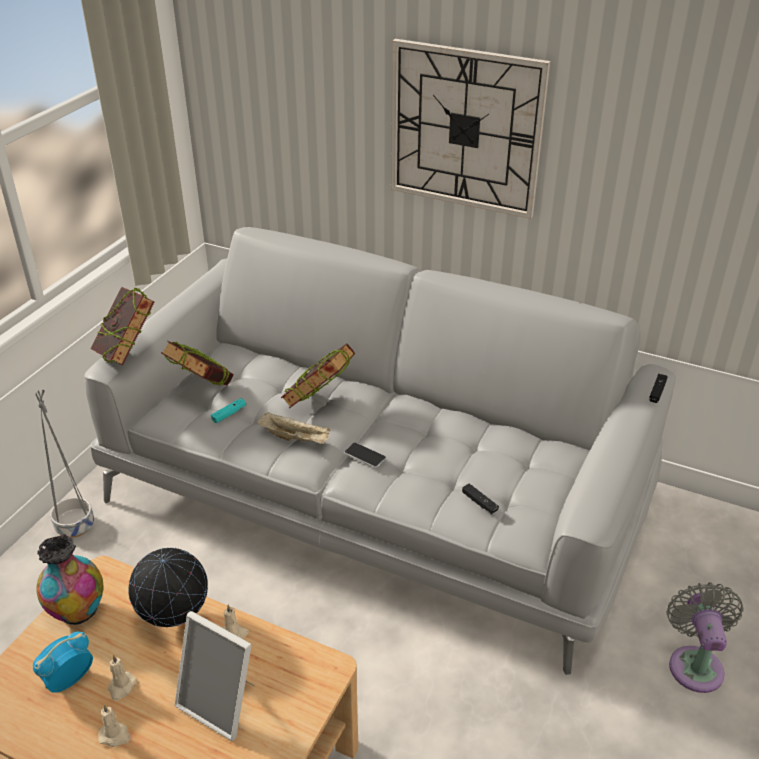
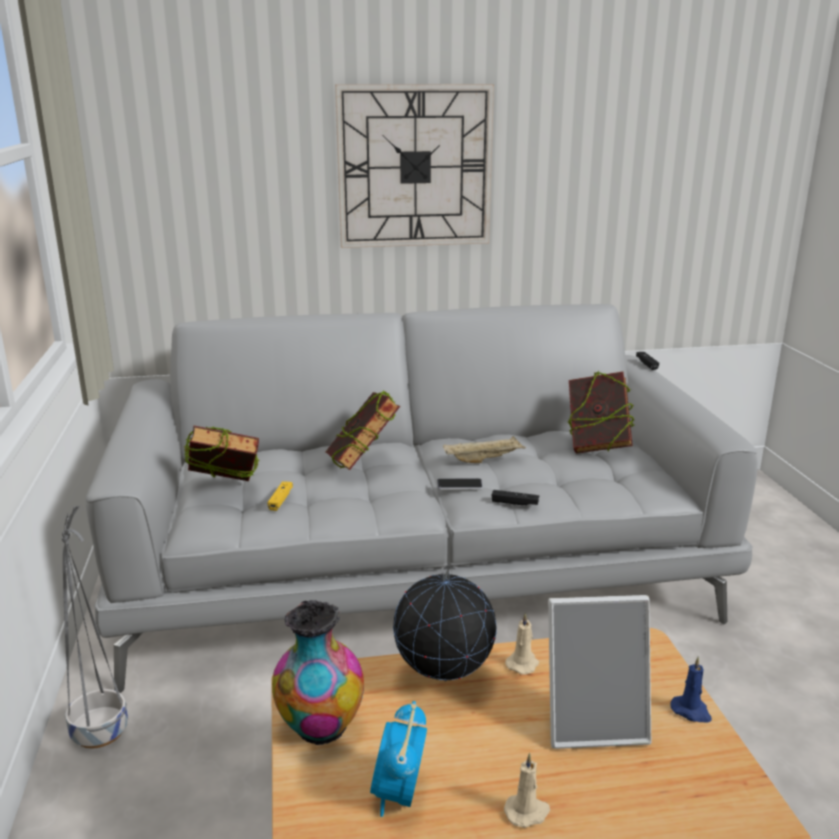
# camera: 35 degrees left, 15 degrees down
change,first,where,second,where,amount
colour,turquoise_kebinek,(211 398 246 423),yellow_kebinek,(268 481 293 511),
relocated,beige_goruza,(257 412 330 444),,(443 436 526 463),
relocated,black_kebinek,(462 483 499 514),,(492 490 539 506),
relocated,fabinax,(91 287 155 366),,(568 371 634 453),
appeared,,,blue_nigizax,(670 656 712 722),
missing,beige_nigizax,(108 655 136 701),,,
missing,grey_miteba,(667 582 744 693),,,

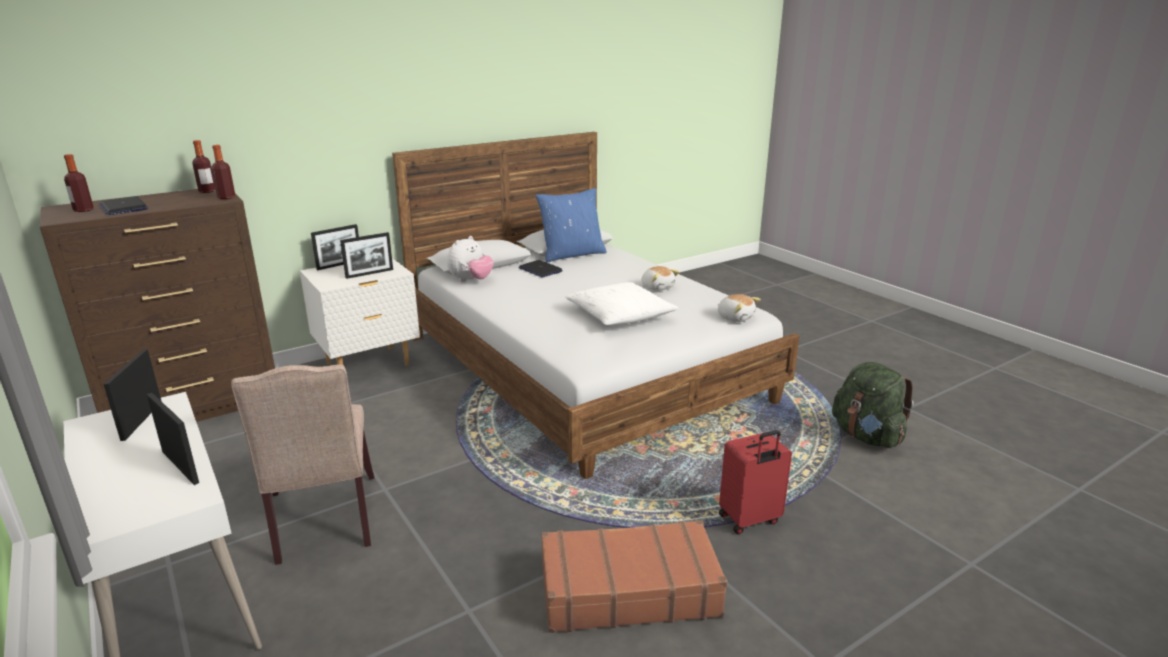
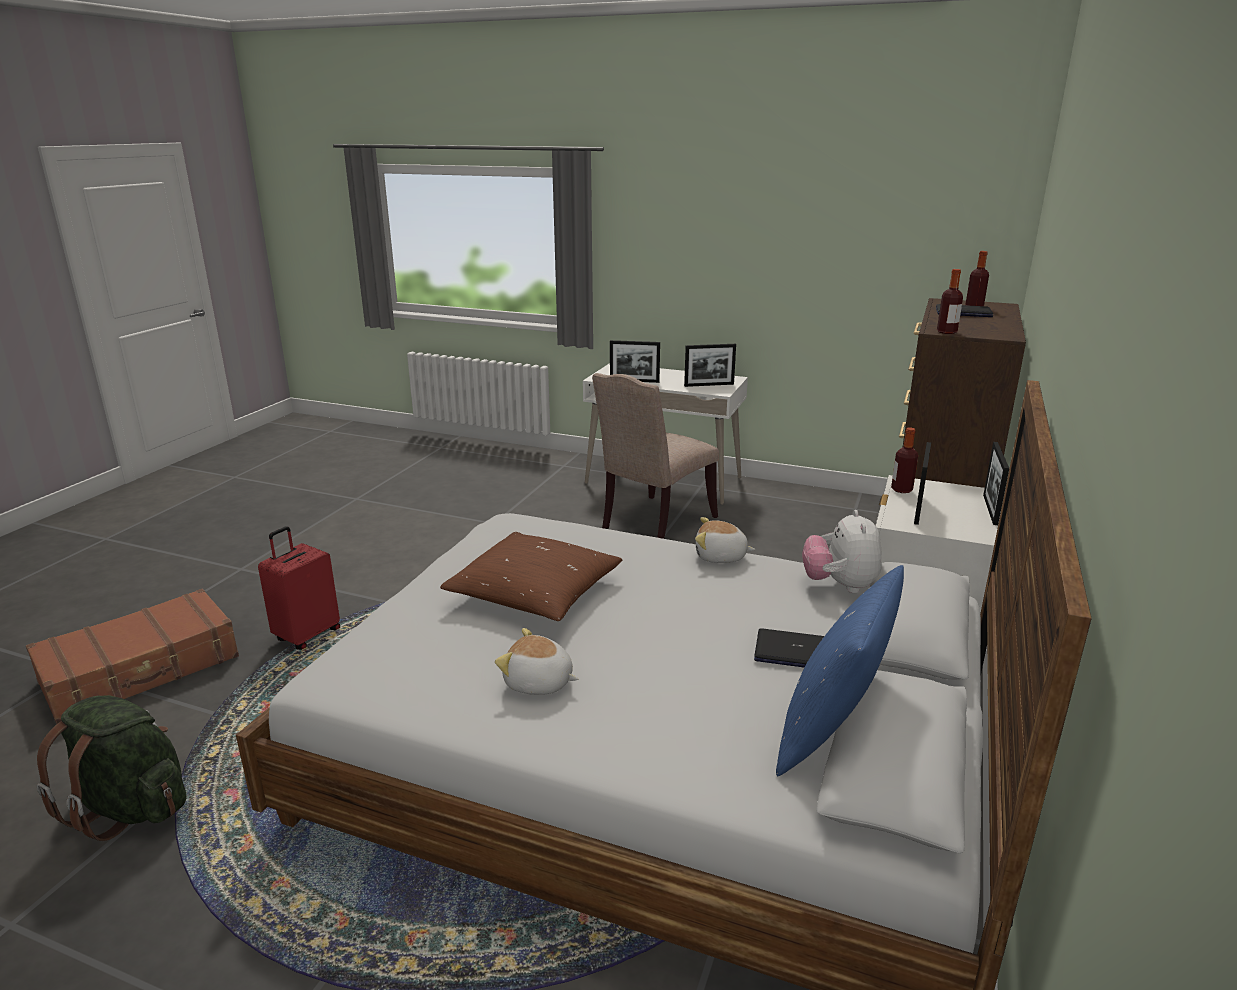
# camera: 145 degrees right, 0 degrees up
change,first,where,second,where,amount
relocated,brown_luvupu,(542 520 727 633),,(26 589 239 724),
colour,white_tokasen,(565 282 679 326),brown_tokasen,(440 532 622 621),
spun,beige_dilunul,(231 364 374 565),,(592 373 719 539),90 degrees counterclockwise
spun,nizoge,(103 349 161 441),,(684 344 736 387),120 degrees clockwise
relocated,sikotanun,(717 294 761 322),,(695 517 755 563),
relocated,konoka,(192 140 215 193),,(891 428 918 493),

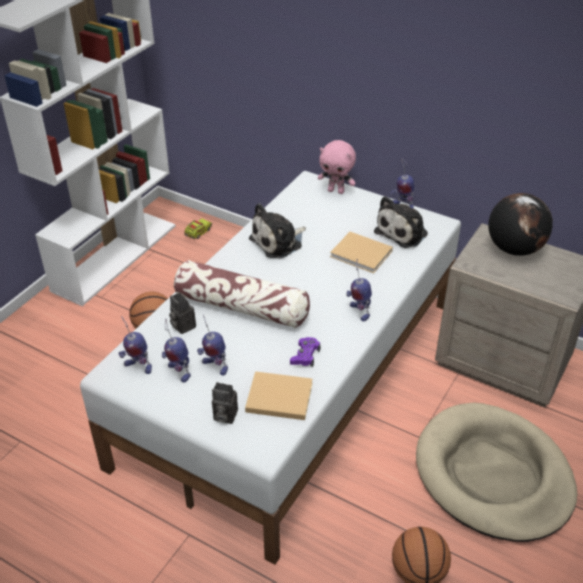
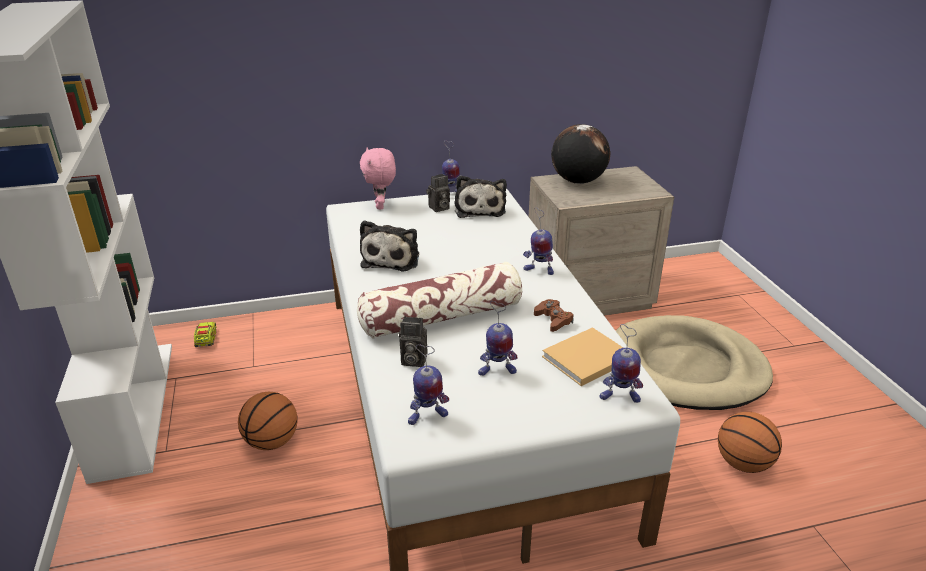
# camera: 45 degrees left, 10 degrees down
change,first,where,second,where,amount
spun,pink_sikotanun,(318 140 356 194),,(360 147 396 210),105 degrees clockwise
relocated,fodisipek,(212 382 238 424),,(426 174 450 212),
colour,purple_kebinek,(290 337 320 368),brown_kebinek,(534 299 574 332),
relocated,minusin,(162 318 191 382),,(599 324 643 403),
missing,beige_fabinax,(330 232 393 273),,,

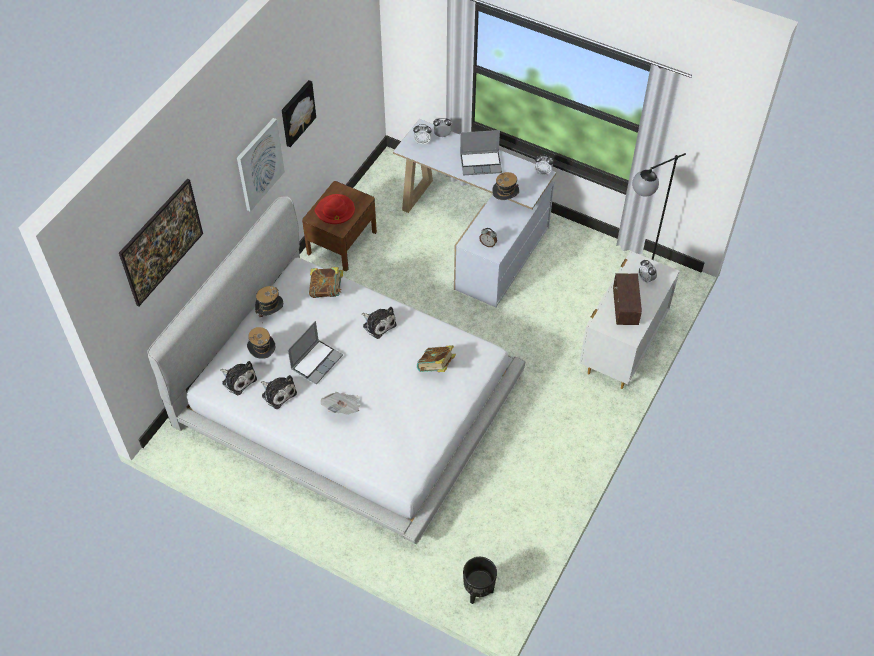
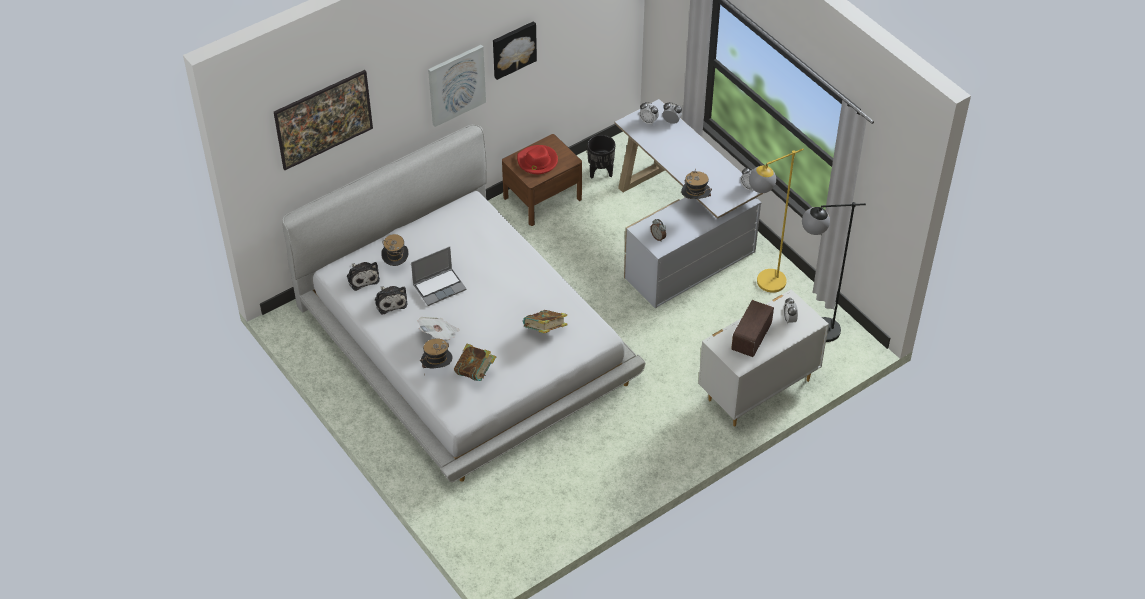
# camera: 25 degrees right, 5 degrees down
change,first,where,second,where,amount
relocated,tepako,(255 286 283 324),,(420 338 452 368),
relocated,fabinax,(309 267 344 298),,(454 344 496 381),
relocated,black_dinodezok,(463 557 497 604),,(587 135 615 178),
appeared,,,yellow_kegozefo,(749 149 804 293),
missing,sikotanun,(362 307 397 339),,,
missing,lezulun,(460 130 502 175),,,

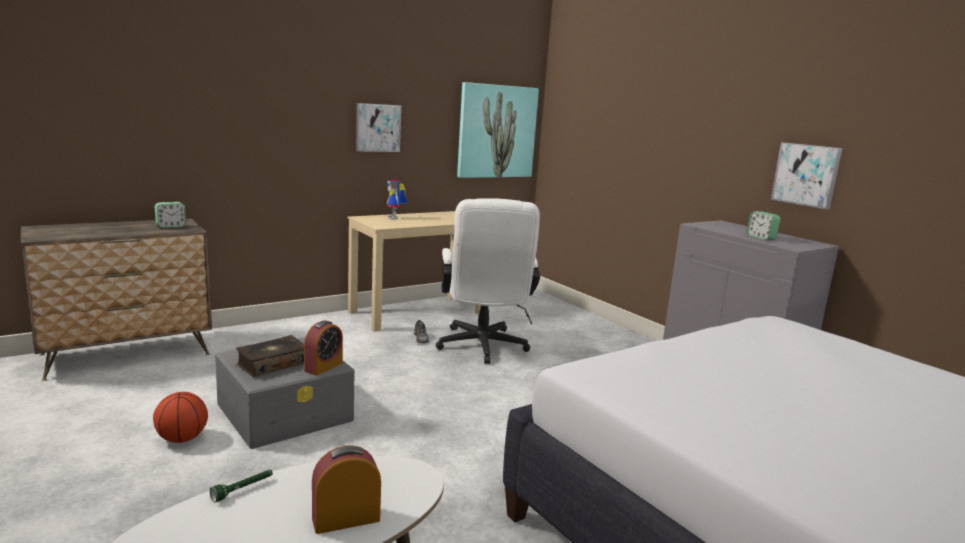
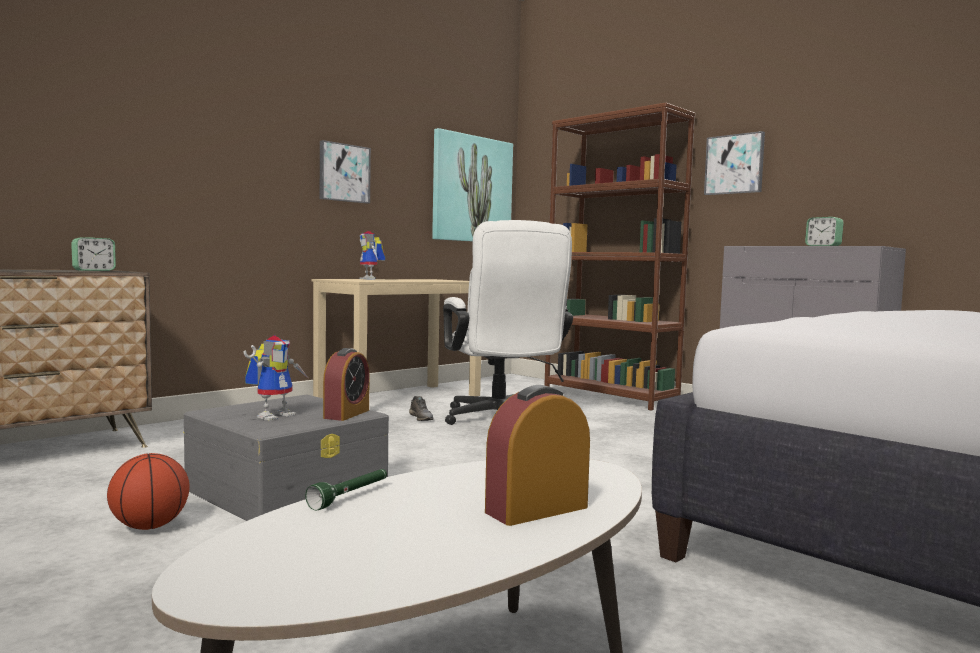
# camera: 10 degrees left, 10 degrees down
change,first,where,second,where,amount
exchanged,fabinax,(236 335 304 377),minusin,(243 335 310 421),
appeared,,,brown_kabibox,(544 103 696 411),
relocated,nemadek,(771 142 842 209),,(704 131 765 195),

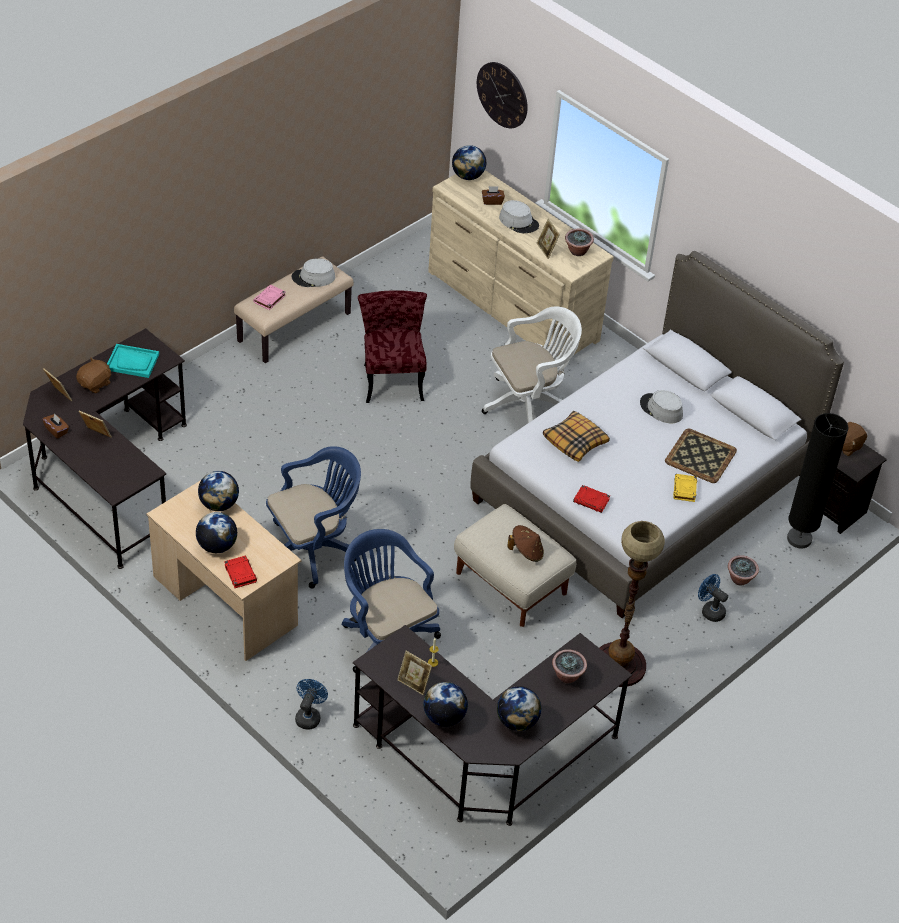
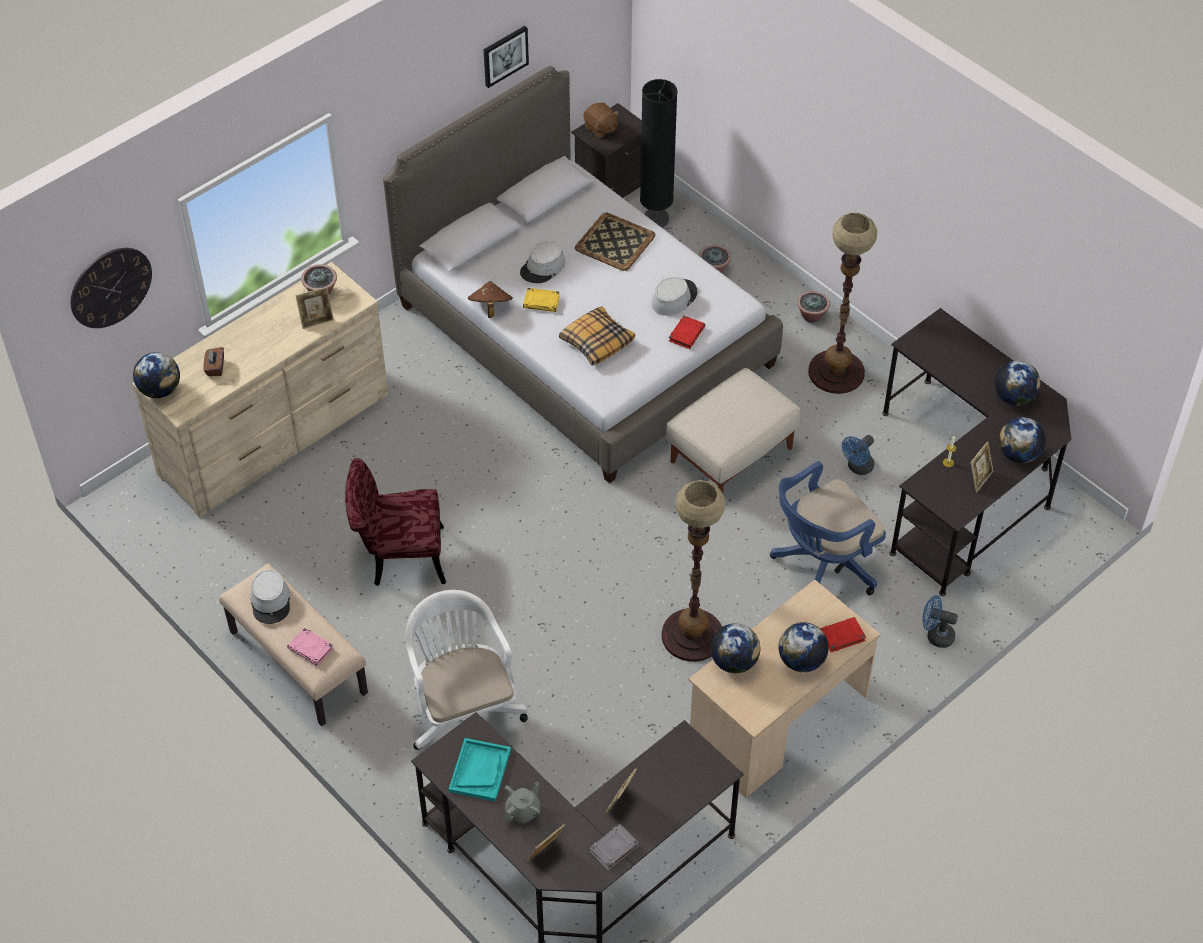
# camera: 85 degrees left, 5 degrees up
change,first,where,second,where,amount
relocated,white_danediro,(482 306 582 423),,(406 590 528 750),
relocated,brown_tepako,(507 525 544 562),,(468 281 513 318),
appeared,,,nemadek,(484 26 529 88),
exchanged,brown_sikotanun,(76 358 111 393),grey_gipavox,(504 782 540 824),
relocated,yellow_fabinax,(673 474 697 502),,(523 288 560 312),
exchanged,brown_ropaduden,(42 413 69 439),grey_fabinax,(588 824 639 870),
relocated,grey_tepako,(499 200 539 233),,(652 277 697 316),
exchanged,blue_danediro,(266 446 361 589),kegozefo,(662 480 725 662),
relocated,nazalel,(552 650 587 683),,(797 291 830 323),
relocated,blue_miteba,(698 574 728 622),,(842 435 874 475),

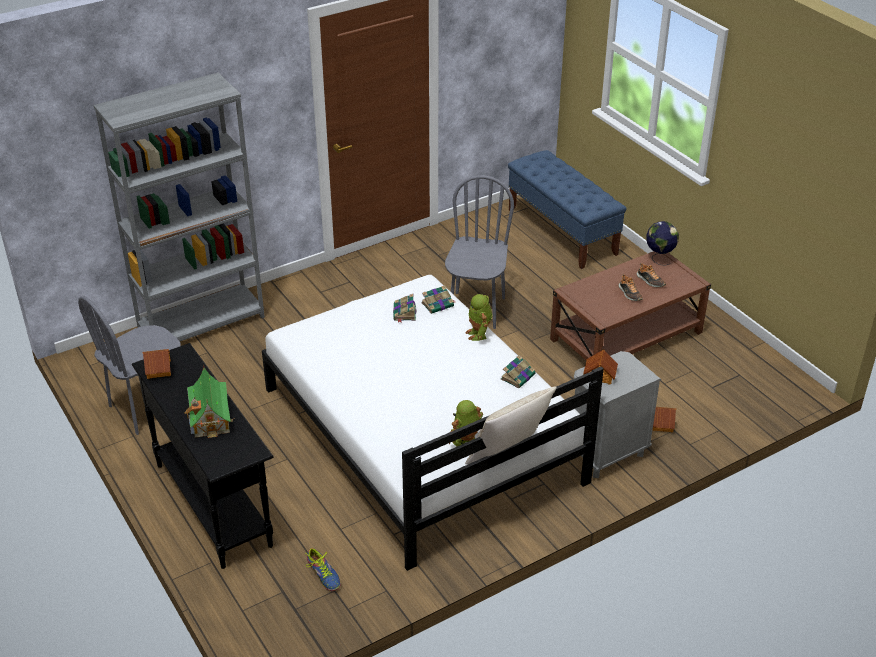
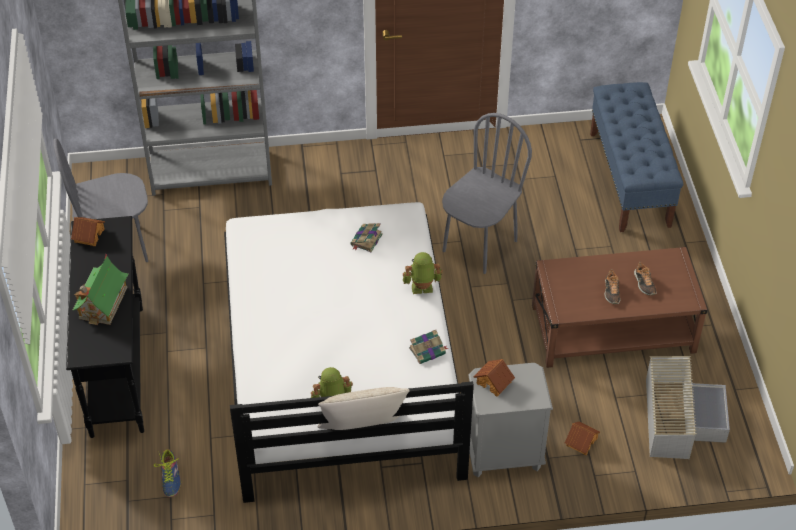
# camera: 25 degrees right, 10 degrees up
change,first,where,second,where,amount
spun,minusin,(465 294 492 341),,(403 252 443 294),75 degrees clockwise
appeared,,,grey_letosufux,(646 356 730 459),
missing,fabinax,(421 285 455 314),,,
missing,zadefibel,(646 221 679 266),,,

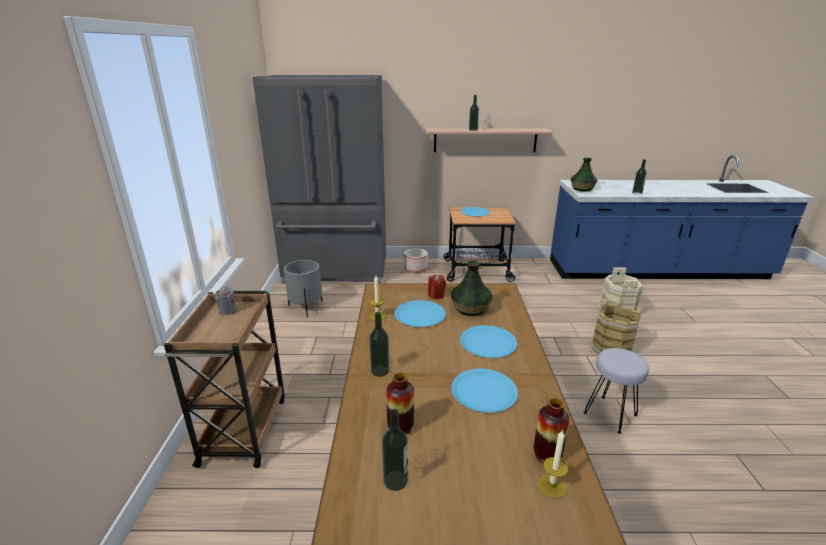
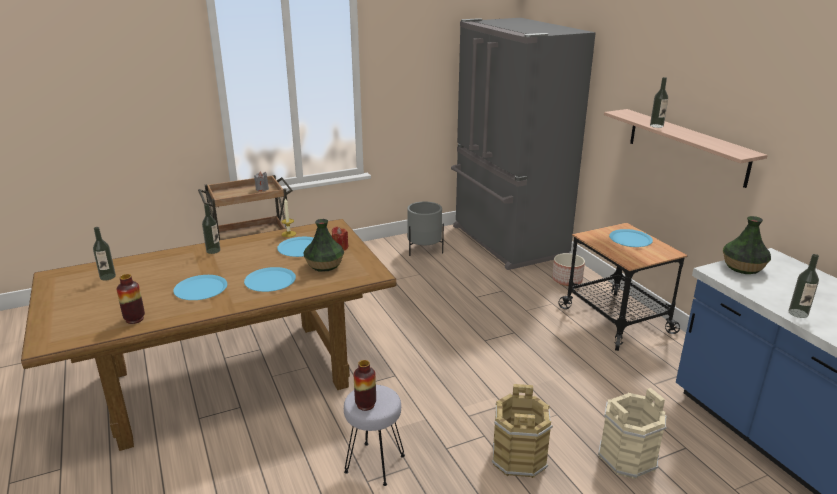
# camera: 65 degrees right, 0 degrees up
change,first,where,second,where,amount
relocated,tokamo,(386 373 414 434),,(354 360 376 411),
missing,nigizax,(538 429 568 498),,,

